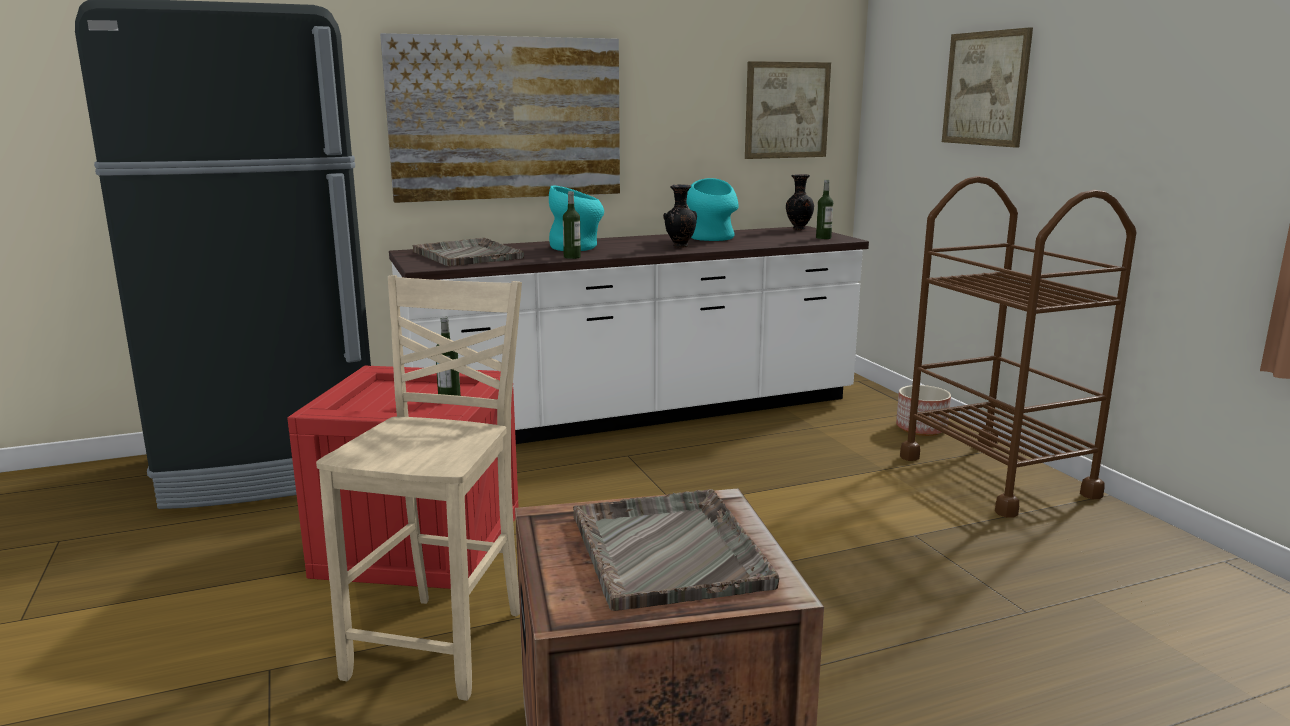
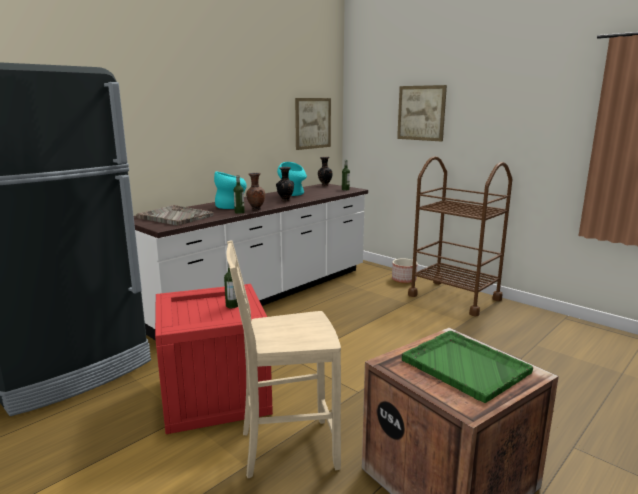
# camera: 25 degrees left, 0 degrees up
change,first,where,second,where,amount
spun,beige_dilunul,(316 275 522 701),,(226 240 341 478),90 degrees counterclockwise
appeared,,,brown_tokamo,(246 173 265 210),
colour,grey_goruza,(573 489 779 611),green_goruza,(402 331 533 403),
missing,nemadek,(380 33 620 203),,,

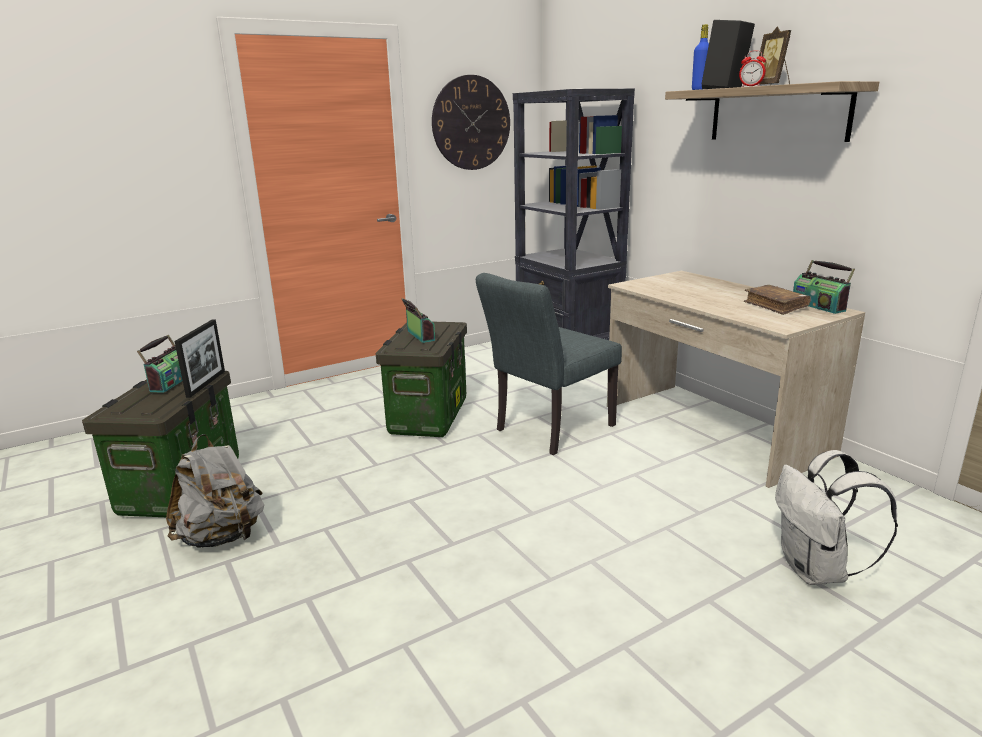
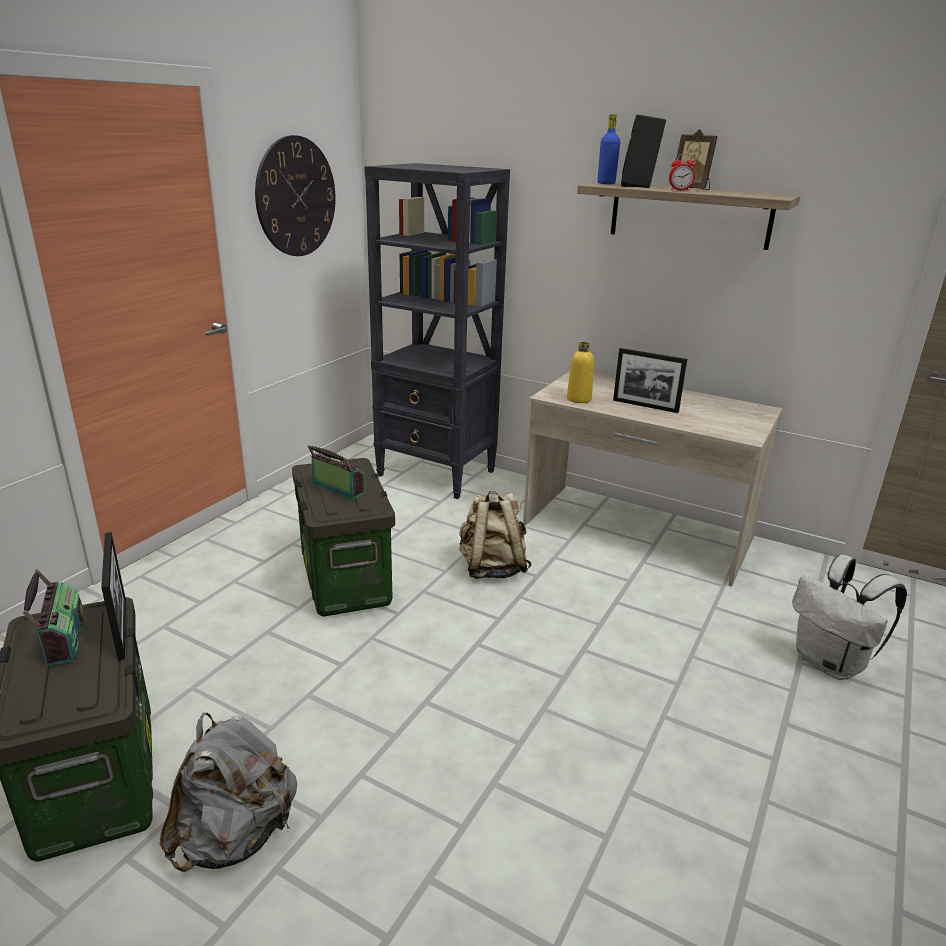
# camera: 30 degrees left, 5 degrees up
change,first,where,second,where,amount
exchanged,grey_dilunul,(476 273 622 455),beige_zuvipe,(459 491 532 579),
appeared,,,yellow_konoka,(567 342 594 403),
appeared,,,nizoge,(613 348 687 413),
missing,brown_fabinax,(744 285 811 315),,,
missing,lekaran,(793 260 855 314),,,

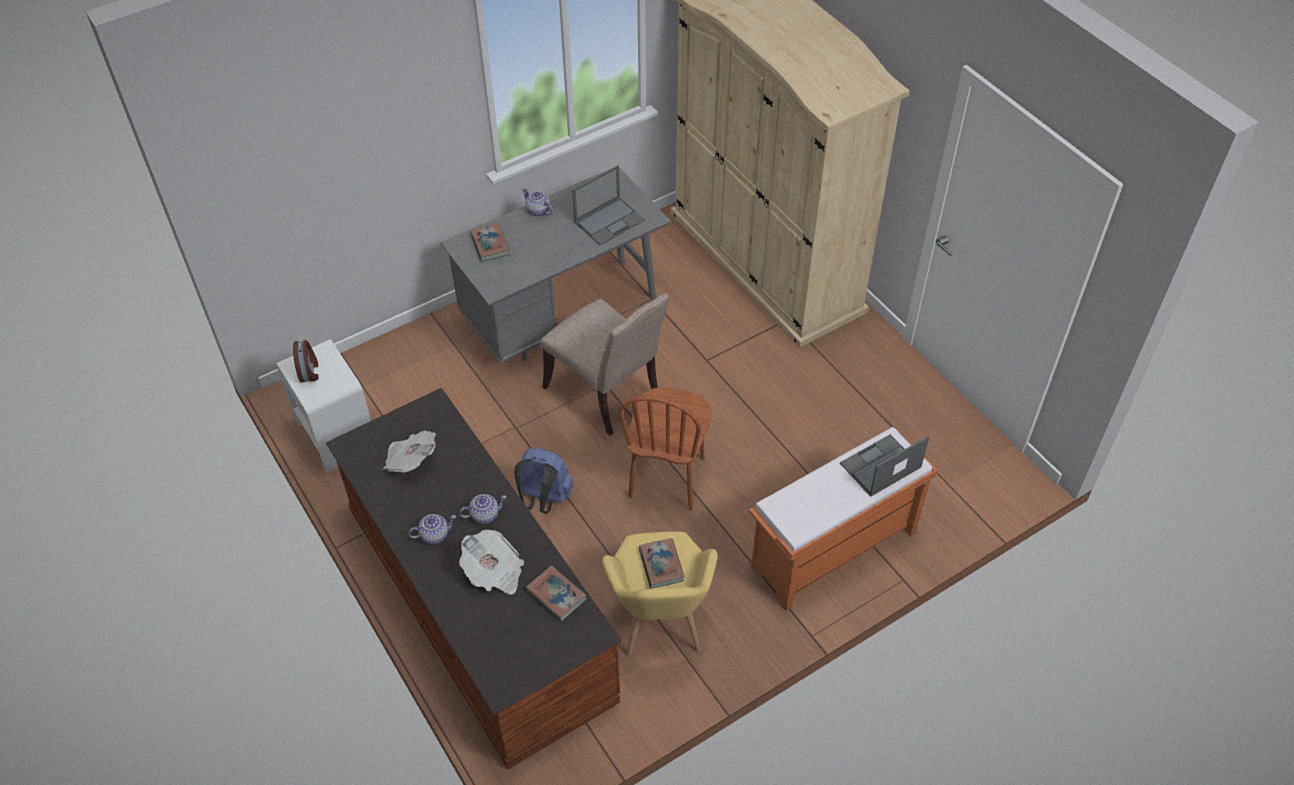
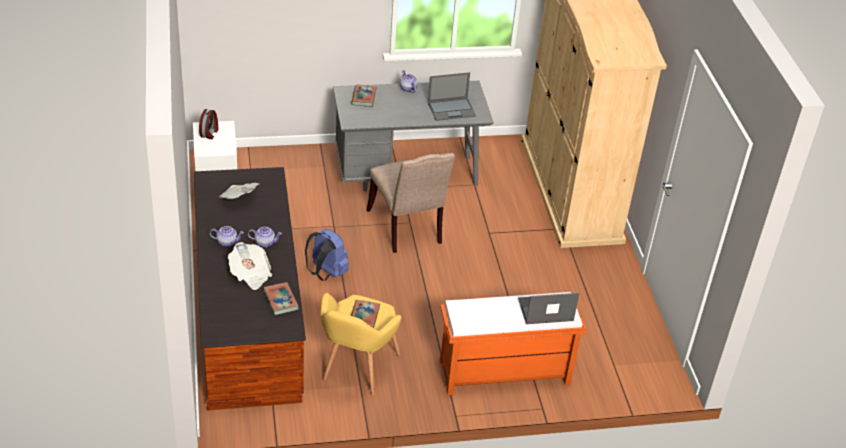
# camera: 20 degrees right, 10 degrees down
change,first,where,second,where,amount
missing,brown_dilunul,(619 387 711 511),,,

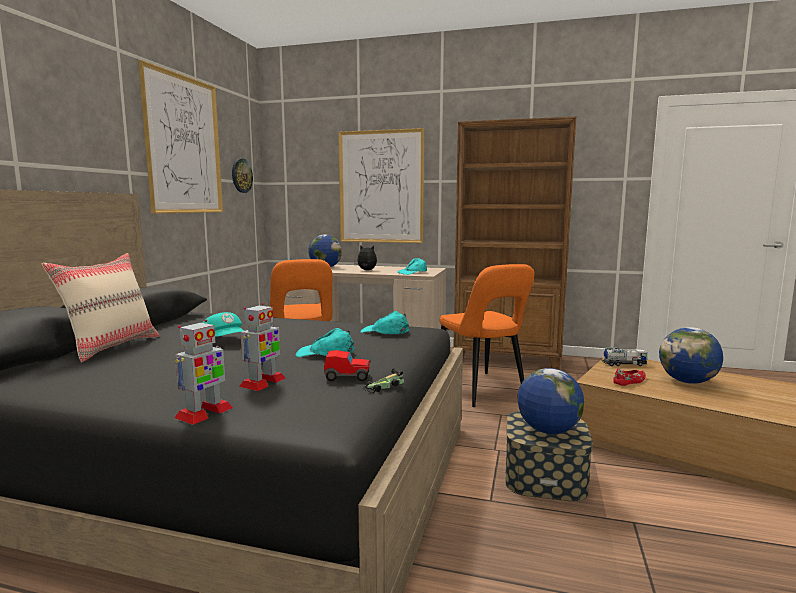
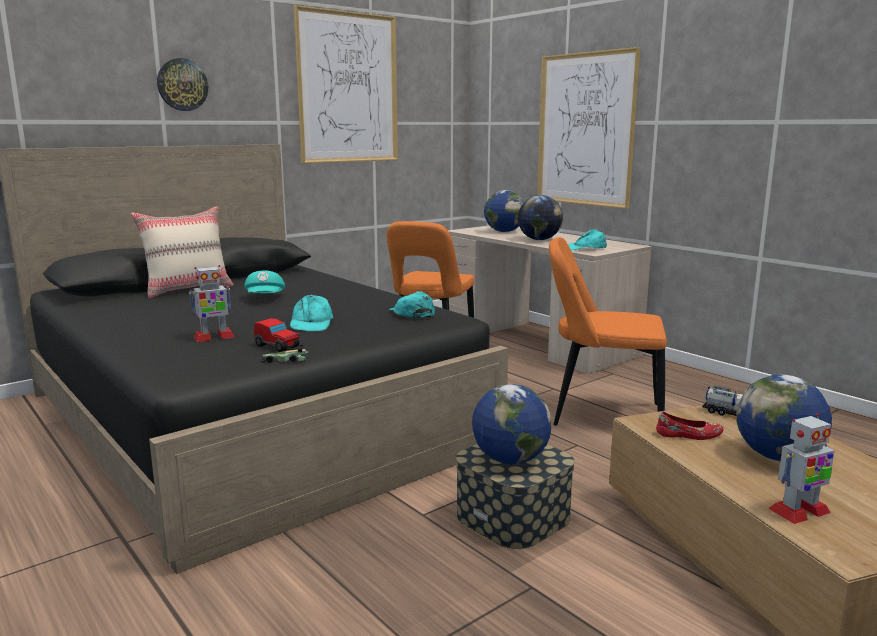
# camera: 35 degrees right, 5 degrees up
change,first,where,second,where,amount
relocated,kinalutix,(232 159 253 193),,(157 58 208 111),
spun,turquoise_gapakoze,(296 328 355 357),,(290 295 333 331),135 degrees counterclockwise
exchanged,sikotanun,(354 245 377 270),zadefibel,(518 195 563 240),
spun,orange_dilunul,(440 264 535 407),,(549 237 667 426),90 degrees clockwise
relocated,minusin,(175 320 233 425),,(768 414 835 524),
missing,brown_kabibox,(453 116 576 370),,,

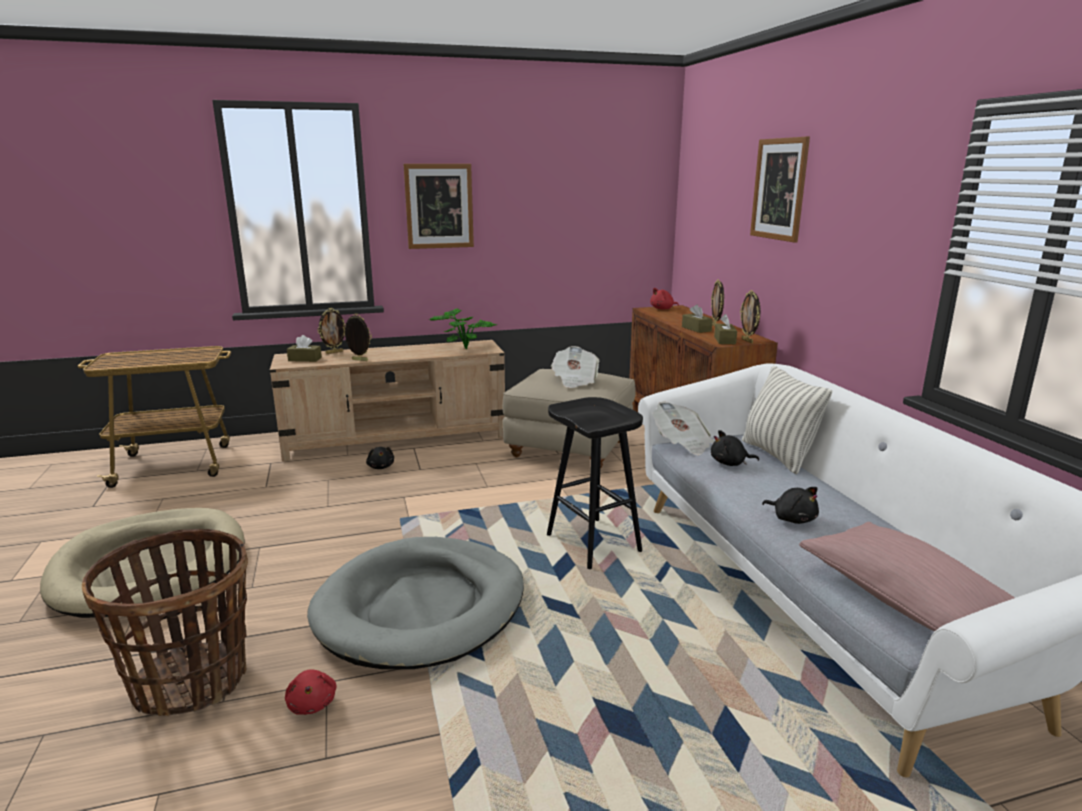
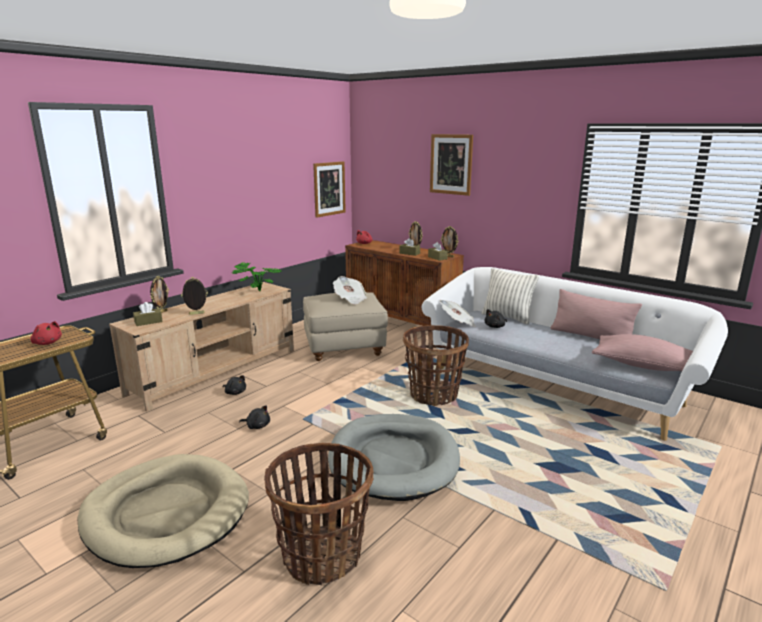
# camera: 35 degrees left, 0 degrees up
change,first,where,second,where,amount
relocated,red_sikotanun,(285 669 337 715),,(30 321 62 345),
relocated,black_sikotanun,(762 487 819 524),,(239 406 270 429),
relocated,nemadek,(404 164 474 249),,(313 161 346 218),
exchanged,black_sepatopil,(547 397 643 569),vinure,(403 325 469 406),
appeared,,,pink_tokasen,(551 289 642 339),

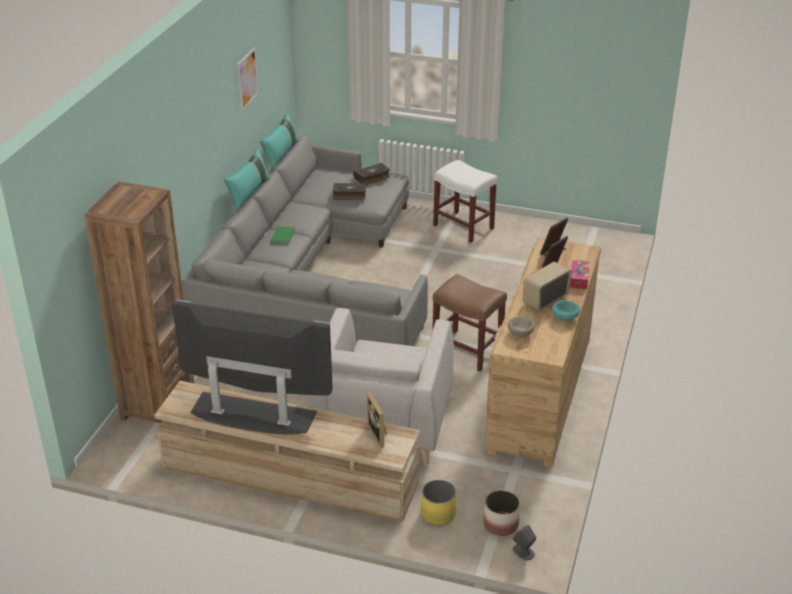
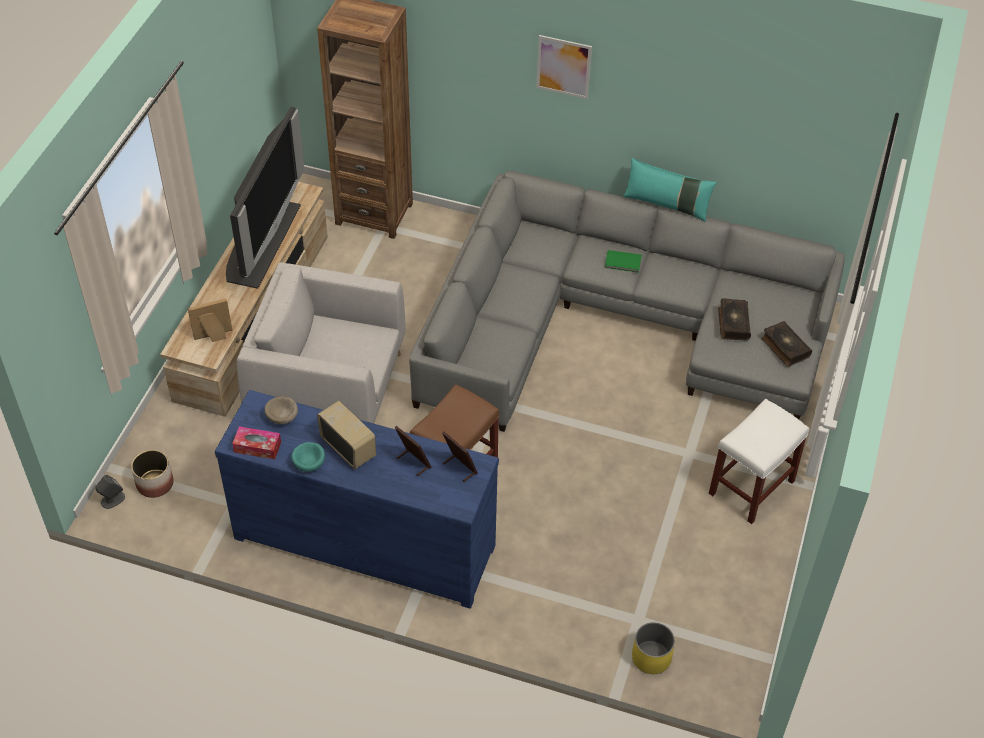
# camera: 90 degrees right, 15 degrees up
change,first,where,second,where,amount
colour,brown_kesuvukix,(485 237 601 467),blue_kesuvukix,(215 390 499 609),
relocated,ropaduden,(570 260 590 289),,(232 426 281 459),
relocated,nemadek,(237 48 259 111),,(536 35 592 99),
relocated,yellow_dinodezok,(421 480 456 525),,(632 622 675 674),
missing,turquoise_tokasen,(260 113 299 170),,,

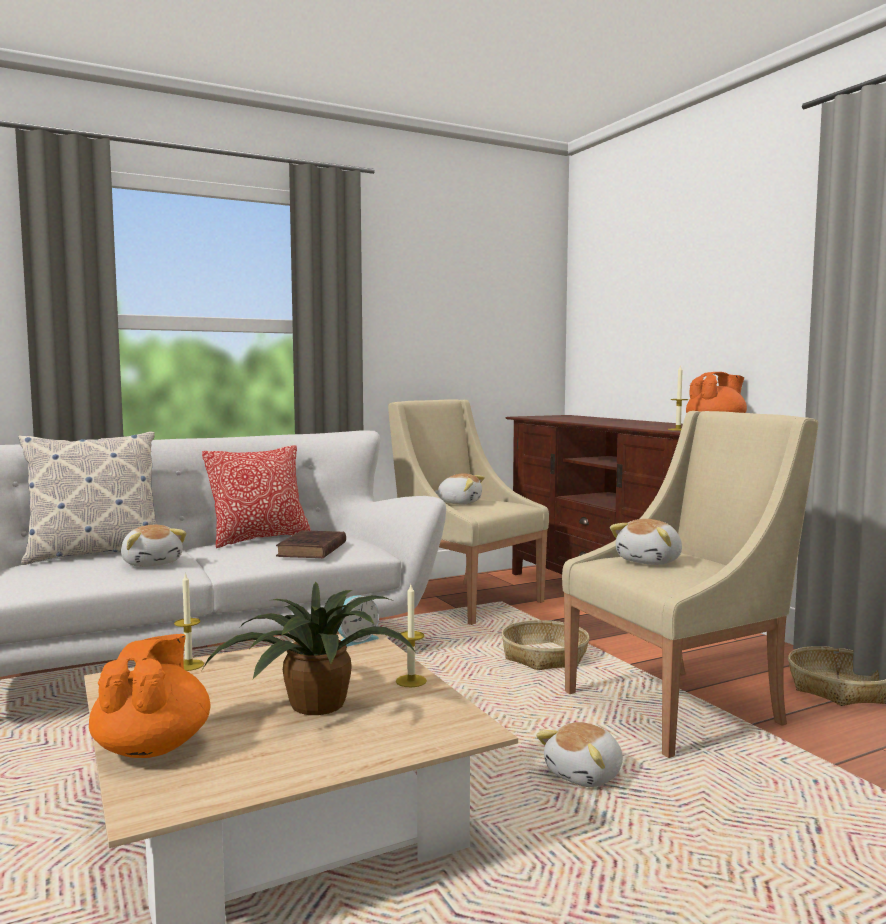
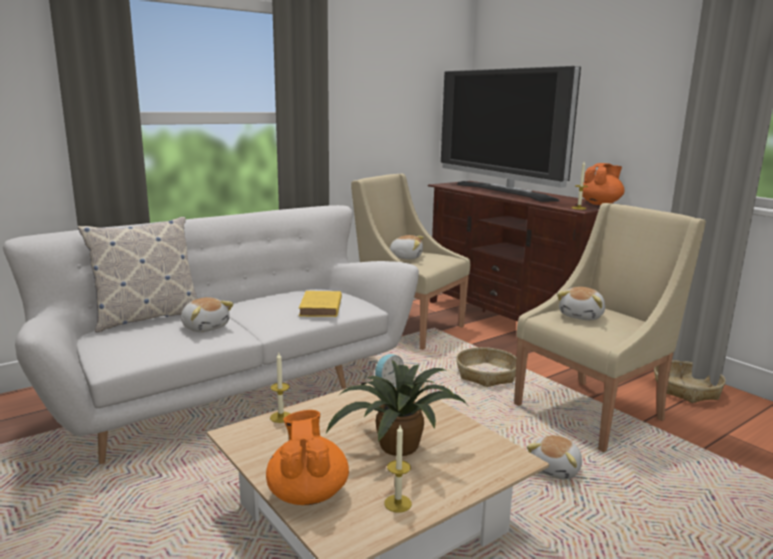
# camera: 10 degrees left, 10 degrees up
change,first,where,second,where,amount
colour,brown_fabinax,(276 530 346 559),yellow_fabinax,(299 291 342 317),
relocated,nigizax,(396 585 427 687),,(384 425 412 513),
appeared,,,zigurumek,(441 66 581 202),
missing,tokasen,(202 445 311 548),,,

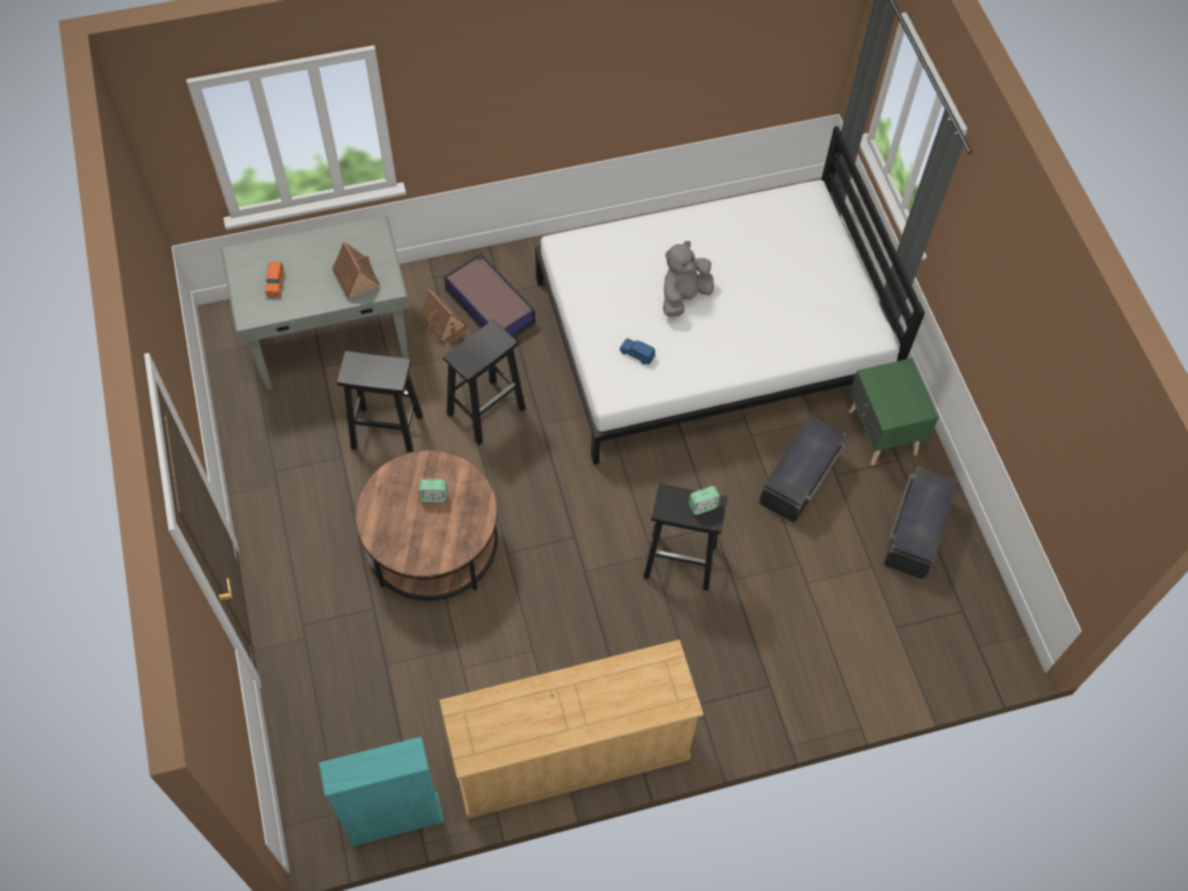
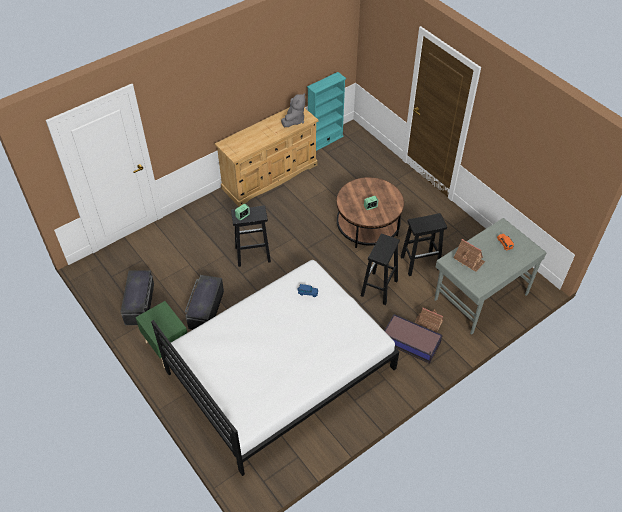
# camera: 160 degrees right, 10 degrees down
change,first,where,second,where,amount
relocated,grey_sikotanun,(663 241 714 317),,(281 93 305 127),

